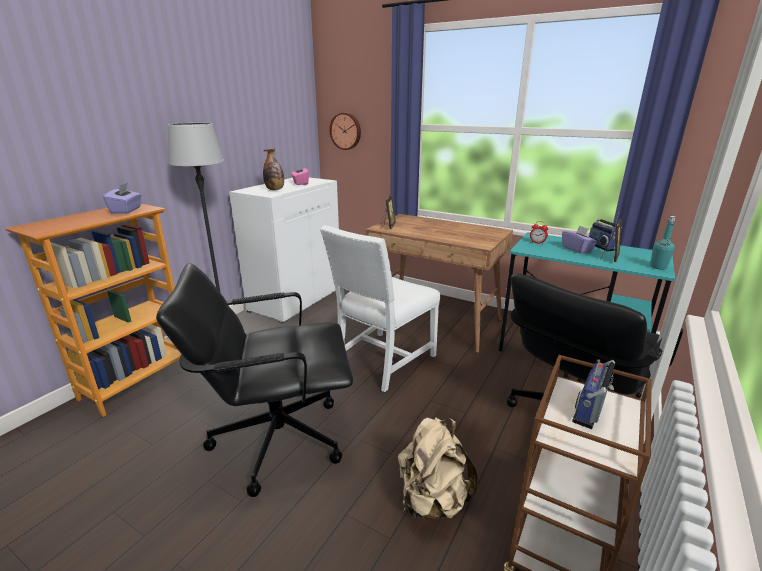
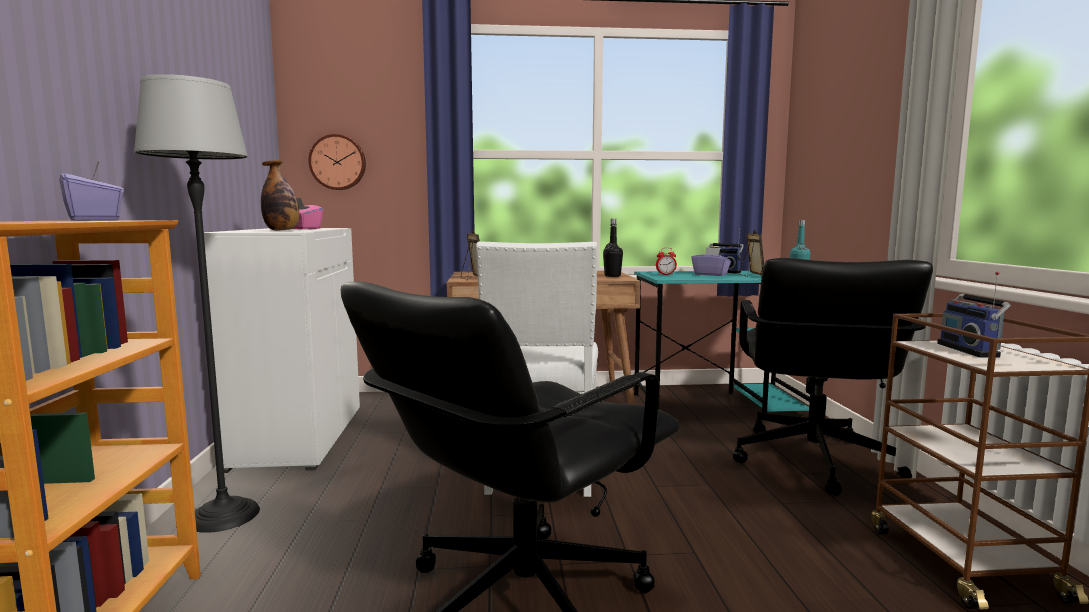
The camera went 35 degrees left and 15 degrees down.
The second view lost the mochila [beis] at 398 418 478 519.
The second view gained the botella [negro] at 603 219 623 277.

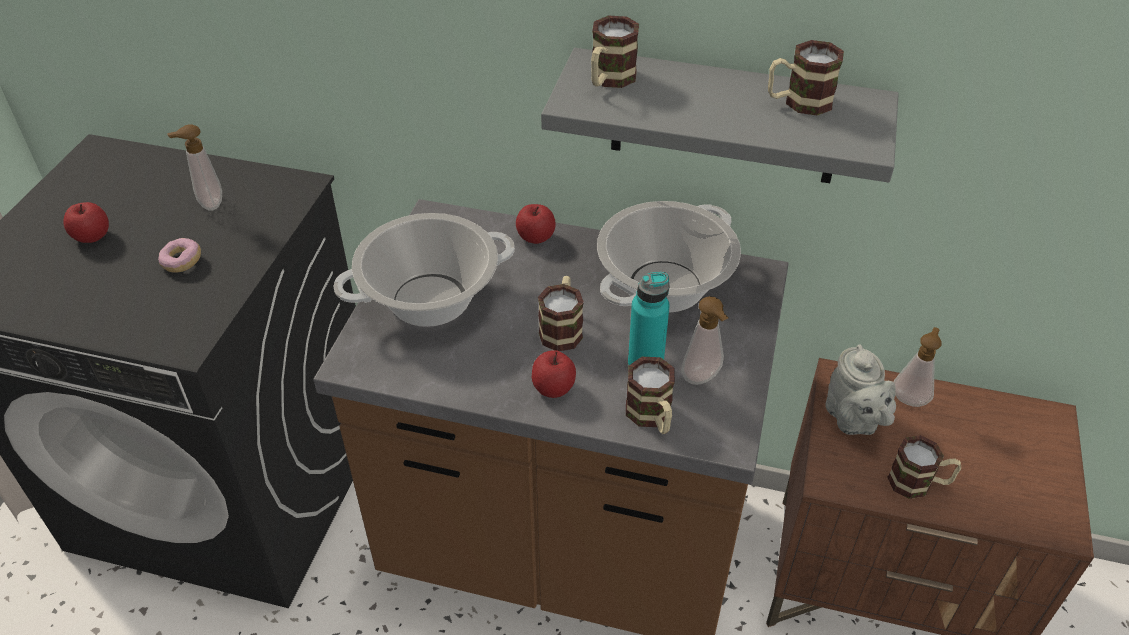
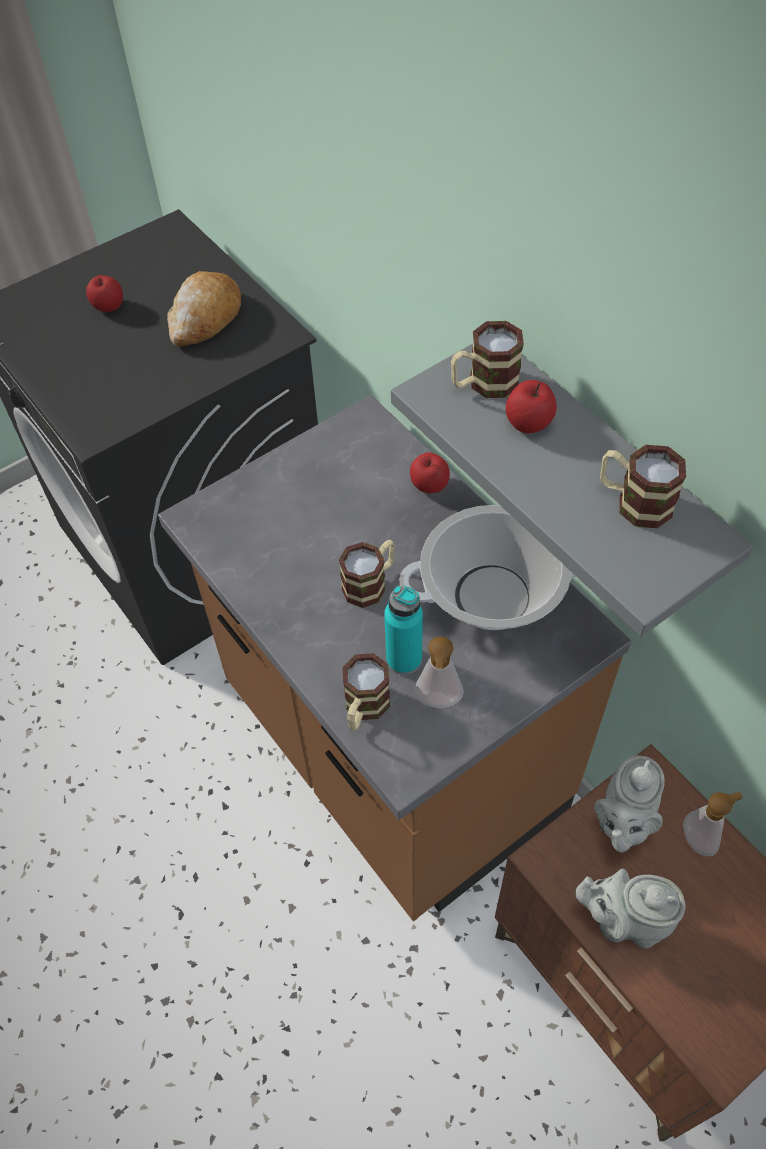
The camera went 40 degrees right and 10 degrees up.
The second view lost the rosquilla at 158 238 201 273.
The second view lost the olla at 333 213 515 327.
The manzana ended up elsewhere, having gone from 532 350 576 398 to 506 380 557 434.
Where the dispensador de jabón stood at 168 125 222 211, the pan came to stand at 167 271 241 347.
Where the taza grande stood at 887 435 961 499, the tetera [gris] came to stand at 575 868 685 948.

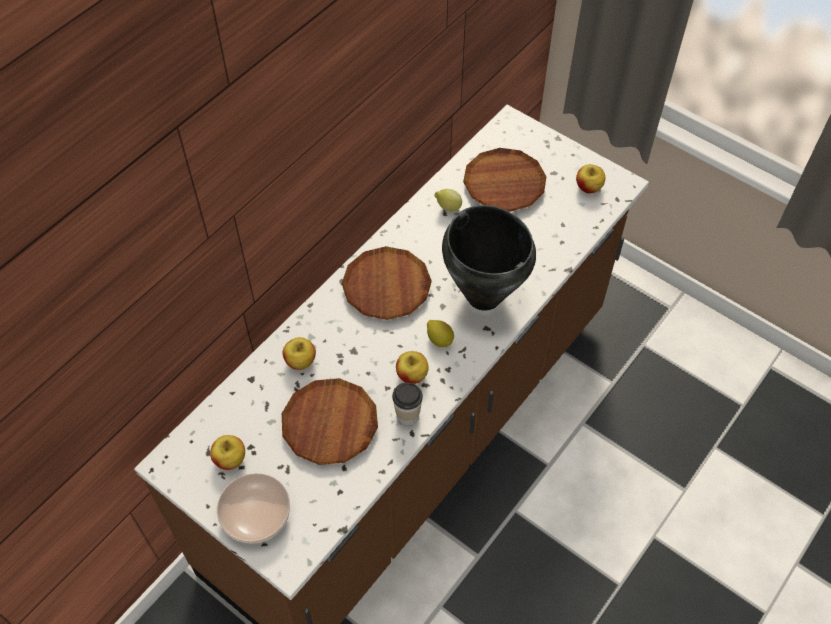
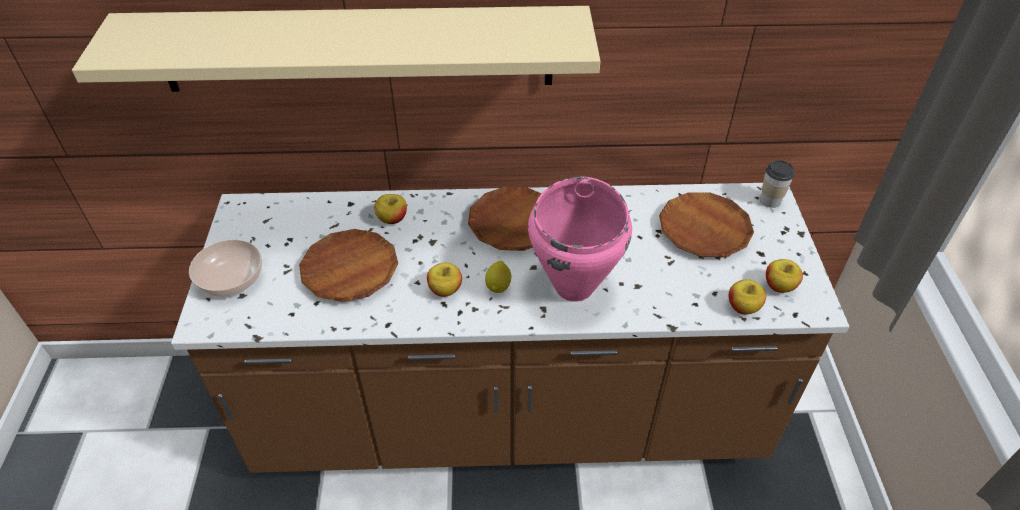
The camera went 50 degrees right and 10 degrees down.
The second view lost the limón at 434 189 462 212.
The second view gained the estante [beis] at 72 6 601 92.
The manzana ended up elsewhere, having gone from 210 435 245 470 to 729 279 766 314.
The taza ended up elsewhere, having gone from 392 382 423 426 to 760 160 795 208.
What was the olla [negro] at 442 205 536 311 turned into the olla [rosa] at 528 177 632 302.

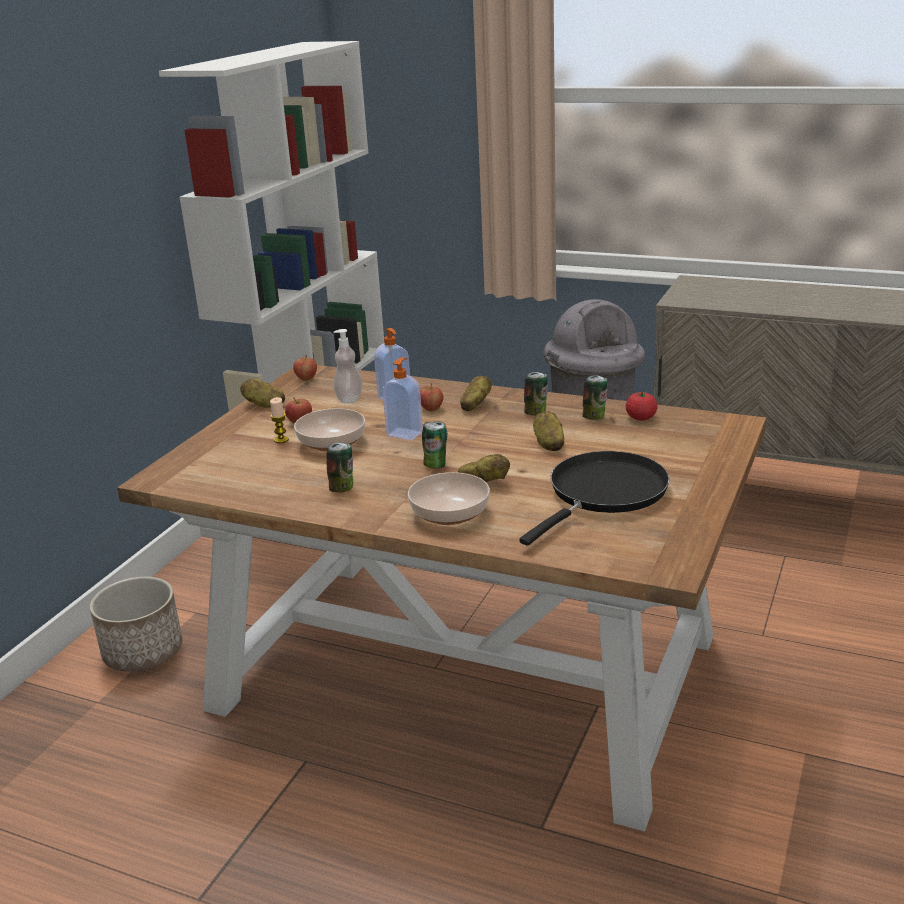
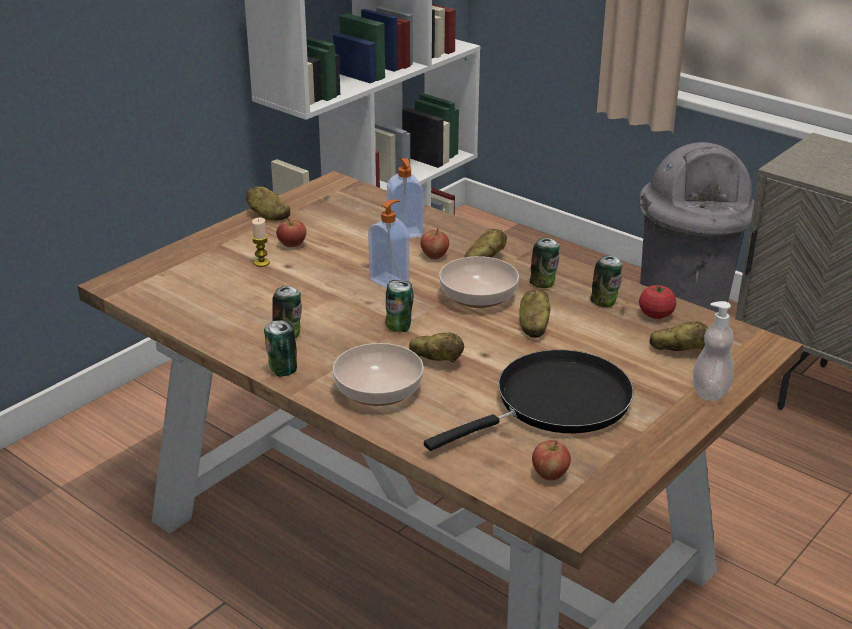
The camera went 15 degrees right and 5 degrees up.
The second view lost the maceta at 90 576 182 672.
The second view gained the lata at 264 320 297 377.
The second view gained the patata at 649 321 708 351.
The manzana ended up elsewhere, having gone from 293 355 317 381 to 532 440 571 481.
The cuenco ended up elsewhere, having gone from 294 408 365 452 to 439 256 519 308.
The dispensador de jabón ended up elsewhere, having gone from 333 329 362 403 to 693 301 734 401.

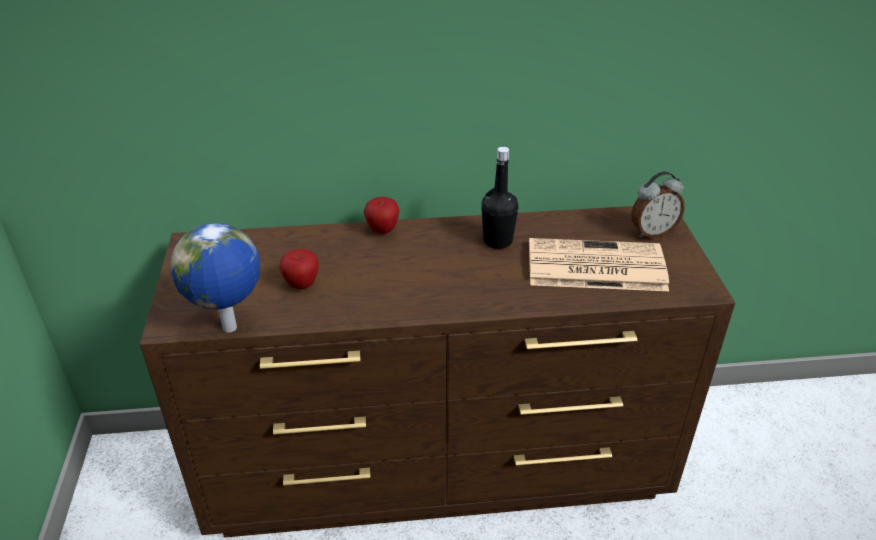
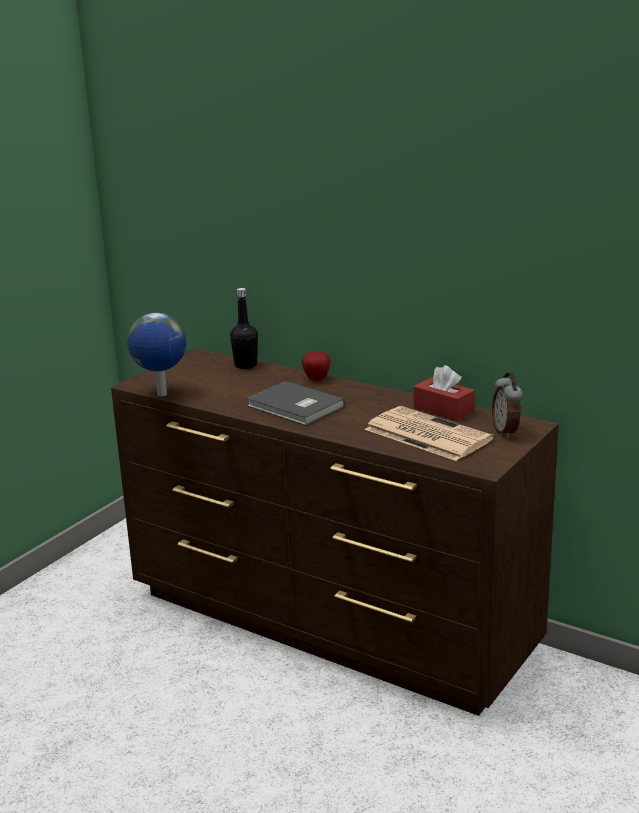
The camera went 40 degrees right and 15 degrees down.
The second view lost the manzana at 279 249 319 289.
The second view gained the libro [gris] at 246 381 345 426.
The second view gained the caja de pañuelos [rojo] at 414 365 475 421.
The botella [negro] ended up elsewhere, having gone from 481 147 519 249 to 230 288 258 369.
The despertador at 631 171 685 238 ended up facing another way, 60 degrees clockwise from before.

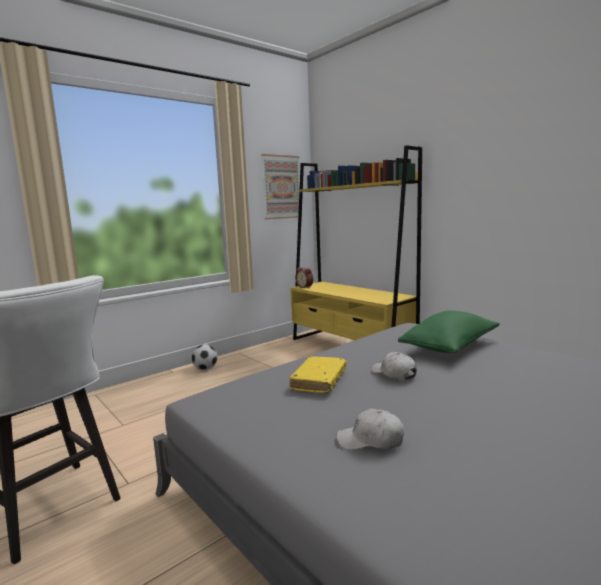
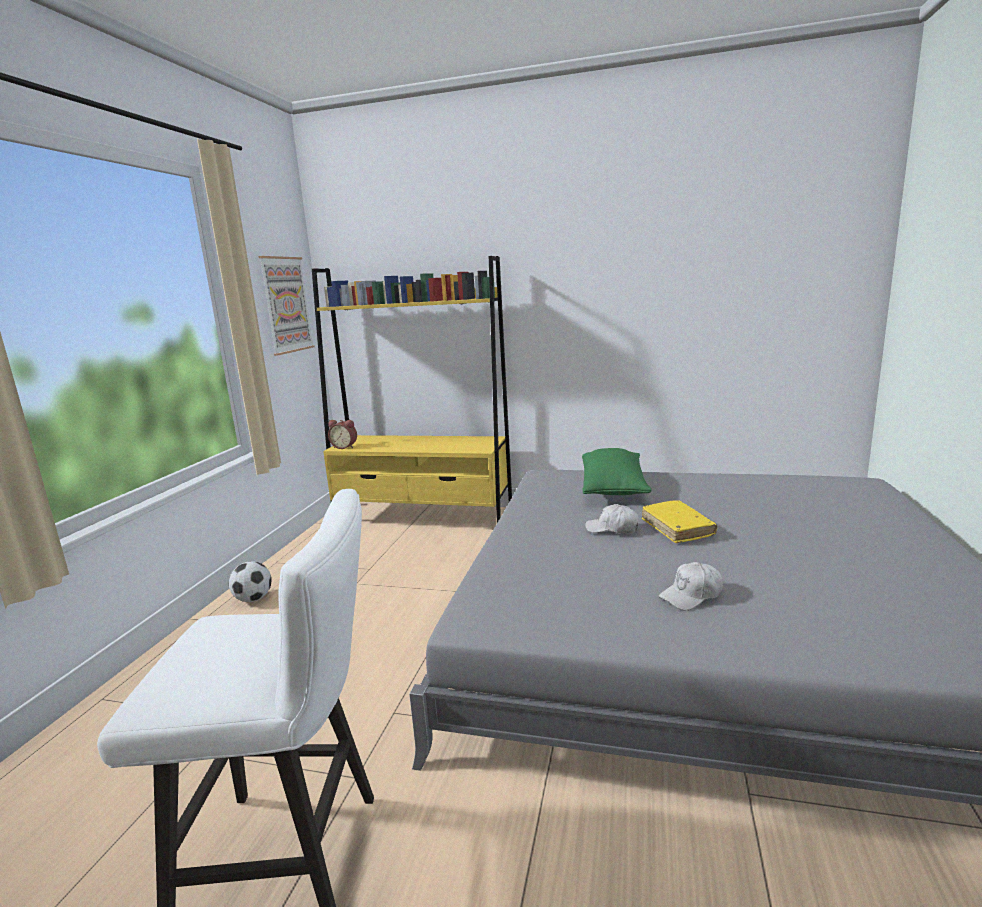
The camera went 35 degrees left and 5 degrees up.
The libro [amarillo] ended up elsewhere, having gone from 289 356 347 393 to 642 500 717 543.

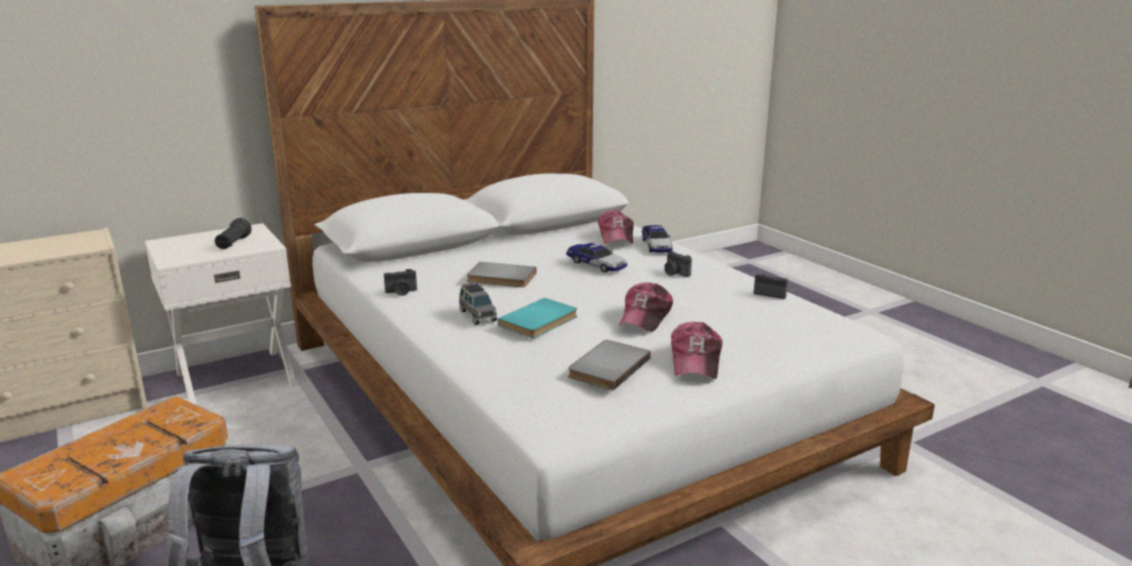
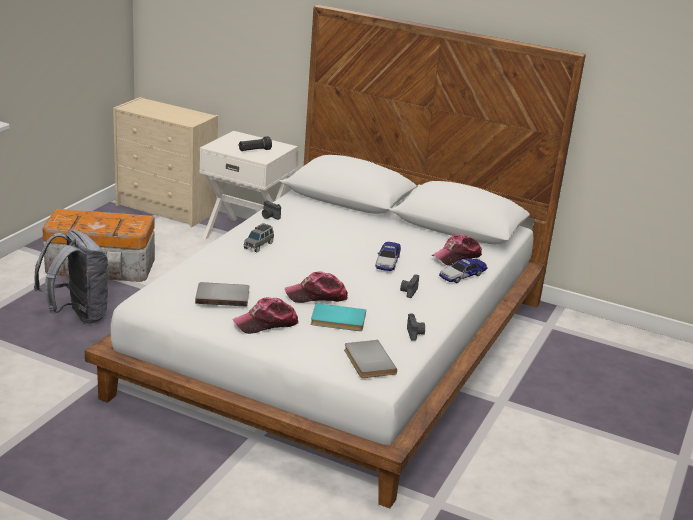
The camera went 55 degrees right and 5 degrees up.
The libro [gris] ended up elsewhere, having gone from 467 262 537 287 to 344 340 397 378.
The libro [turquesa] ended up elsewhere, having gone from 498 298 577 338 to 311 303 366 331.

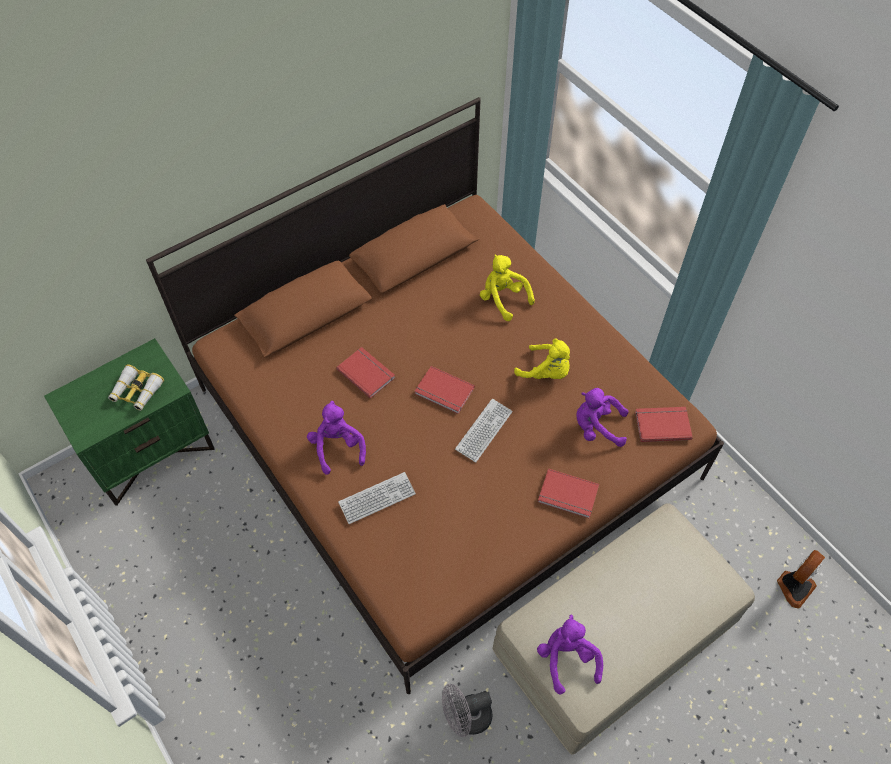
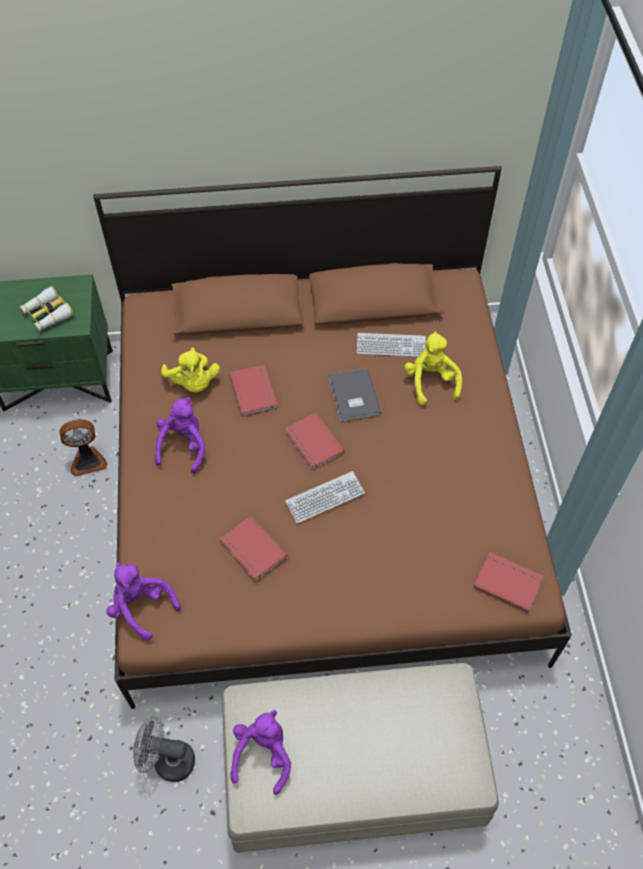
The camera went 30 degrees right and 0 degrees up.
The second view gained the libro [gris] at 329 368 381 422.
The teclado ended up elsewhere, having gone from 338 472 416 524 to 357 333 426 357.
The peluche [amarillo] ended up elsewhere, having gone from 514 338 570 379 to 161 348 220 392.
The libro [rojo] ended up elsewhere, having gone from 538 469 599 518 to 220 516 287 581.
The peluche [morado] ended up elsewhere, having gone from 576 388 629 447 to 106 562 181 641.
The ventilador ended up elsewhere, having gone from 777 550 825 609 to 60 419 108 477.

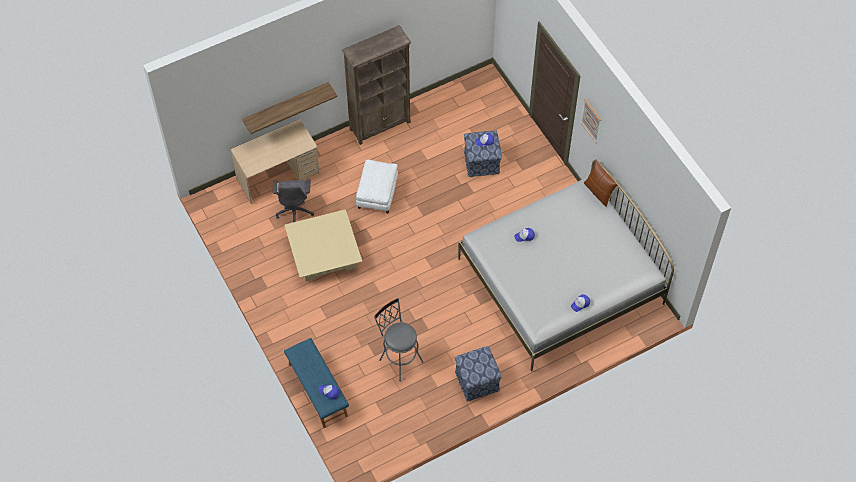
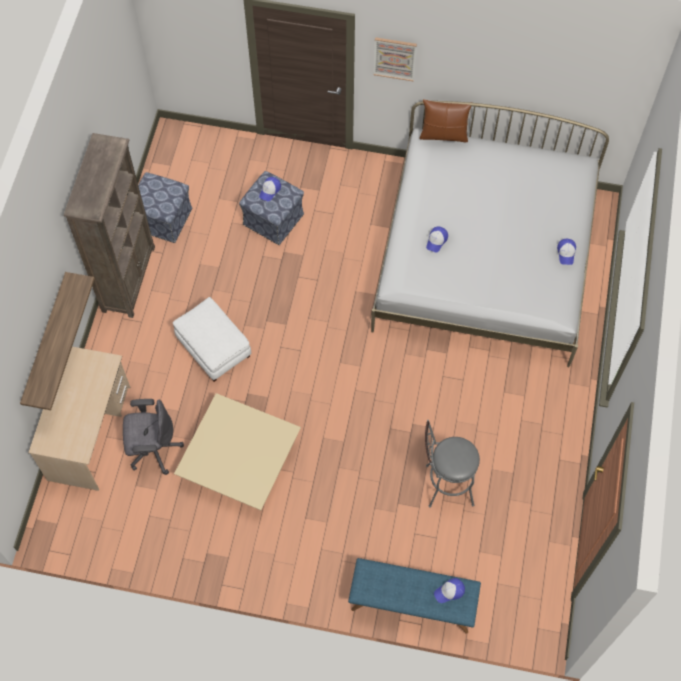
The camera went 50 degrees left and 5 degrees up.
The puf ended up elsewhere, having gone from 455 346 502 402 to 138 172 193 243.
The silla de oficina [gris] at 273 179 314 222 ended up facing another way, 45 degrees counterclockwise from before.

